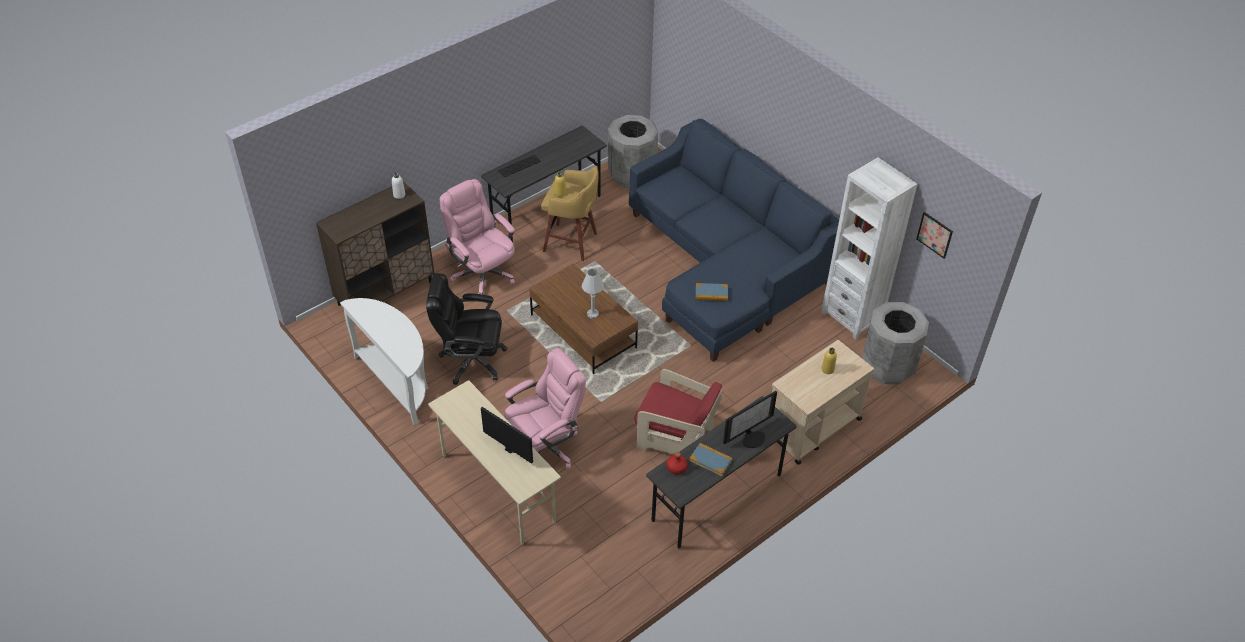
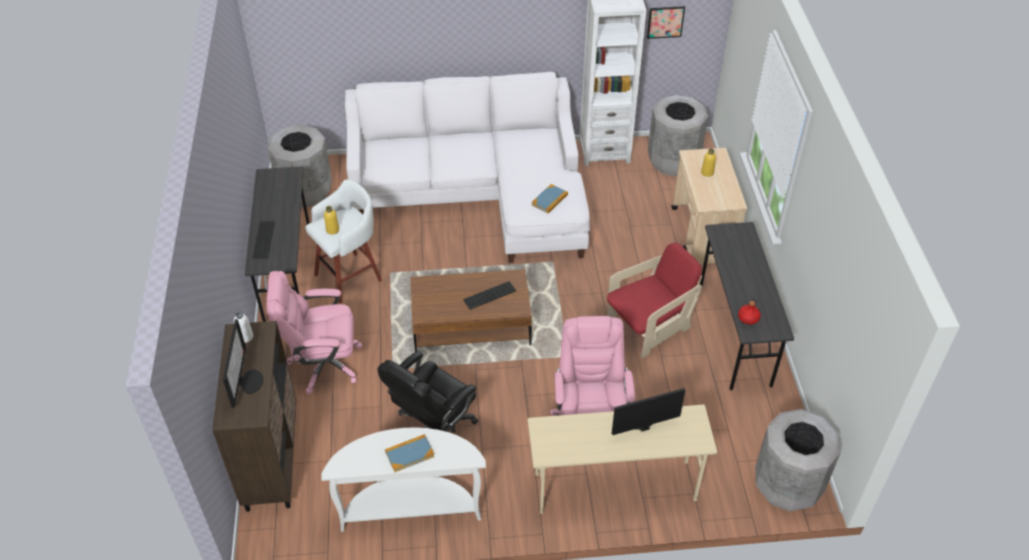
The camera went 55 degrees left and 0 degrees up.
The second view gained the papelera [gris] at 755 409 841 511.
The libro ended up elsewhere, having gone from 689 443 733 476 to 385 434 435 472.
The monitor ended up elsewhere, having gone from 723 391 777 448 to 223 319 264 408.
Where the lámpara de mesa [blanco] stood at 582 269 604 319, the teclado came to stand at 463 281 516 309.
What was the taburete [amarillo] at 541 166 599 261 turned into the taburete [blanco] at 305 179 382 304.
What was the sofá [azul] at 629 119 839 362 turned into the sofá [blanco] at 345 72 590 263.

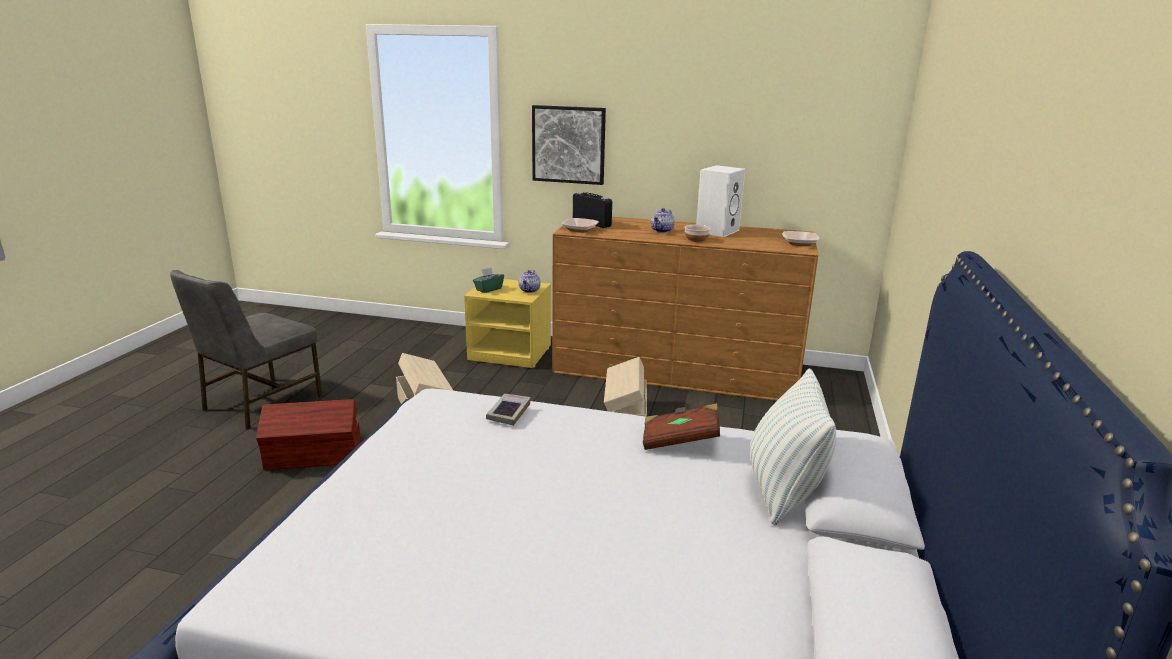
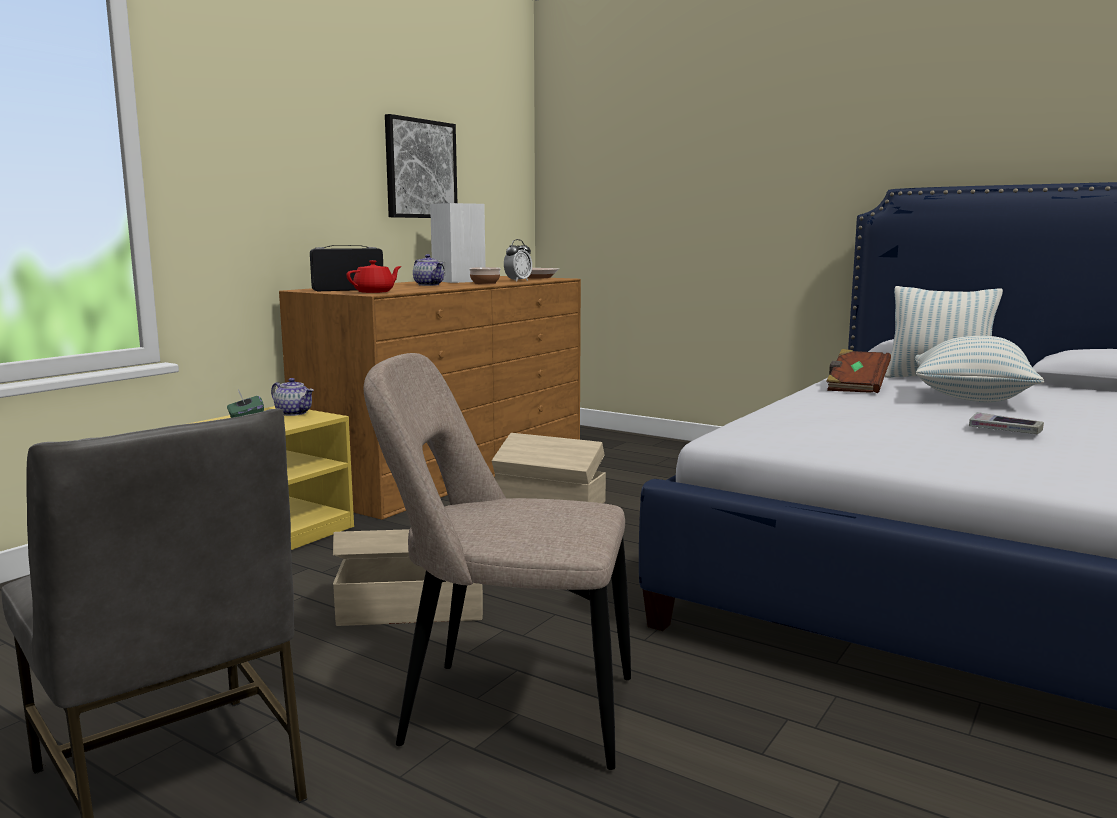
The camera went 70 degrees left and 10 degrees down.
The second view gained the despertador at 504 239 532 282.
The second view gained the cojín at 915 336 1044 403.
The libro ended up elsewhere, having gone from 486 394 531 426 to 969 412 1044 434.
The cuadro ended up elsewhere, having gone from 532 105 606 185 to 385 114 457 218.
Where the caja de almacenaje [marrón] stood at 256 399 361 470, the silla [beis] came to stand at 364 353 631 770.
Where the cuenco stood at 562 218 599 233, the tetera [rojo] came to stand at 347 260 402 293.

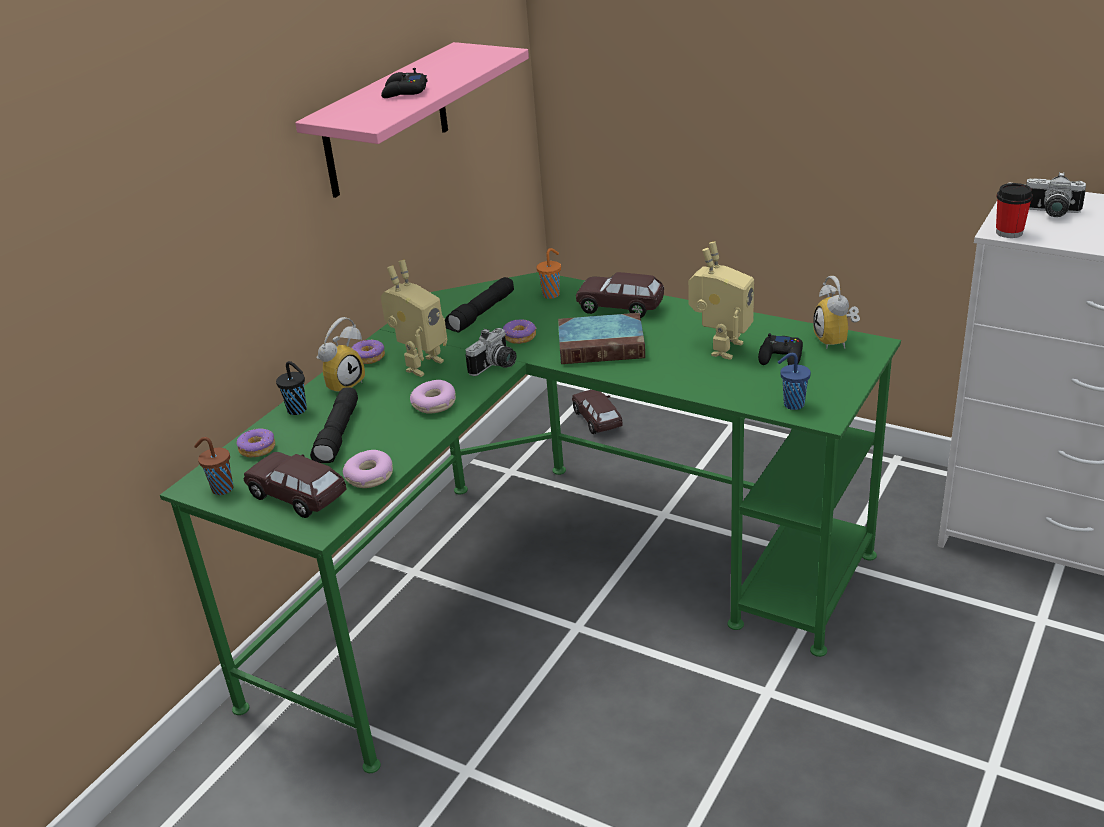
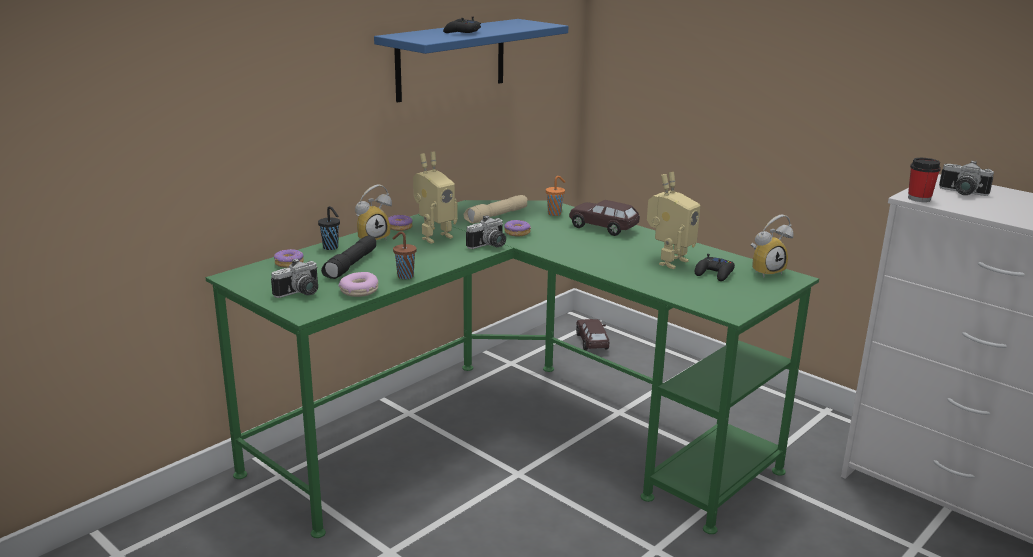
The camera went 10 degrees right and 10 degrees down.
The second view lost the rosquilla at 410 380 456 414.
The second view lost the libro at 558 313 645 364.
The second view lost the taza [azul] at 778 353 811 410.
The taza [marrón] ended up elsewhere, having gone from 194 437 233 495 to 393 231 417 279.
Where the coche de juguete [marrón] stood at 243 452 347 518, the cámara came to stand at 271 258 318 298.
What was the estante [rosa] at 295 42 529 198 turned into the estante [azul] at 374 19 568 102.
What was the linterna [negro] at 445 277 514 333 turned into the linterna [beis] at 464 195 527 224.
The despertador at 813 276 860 349 ended up facing another way, 120 degrees counterclockwise from before.

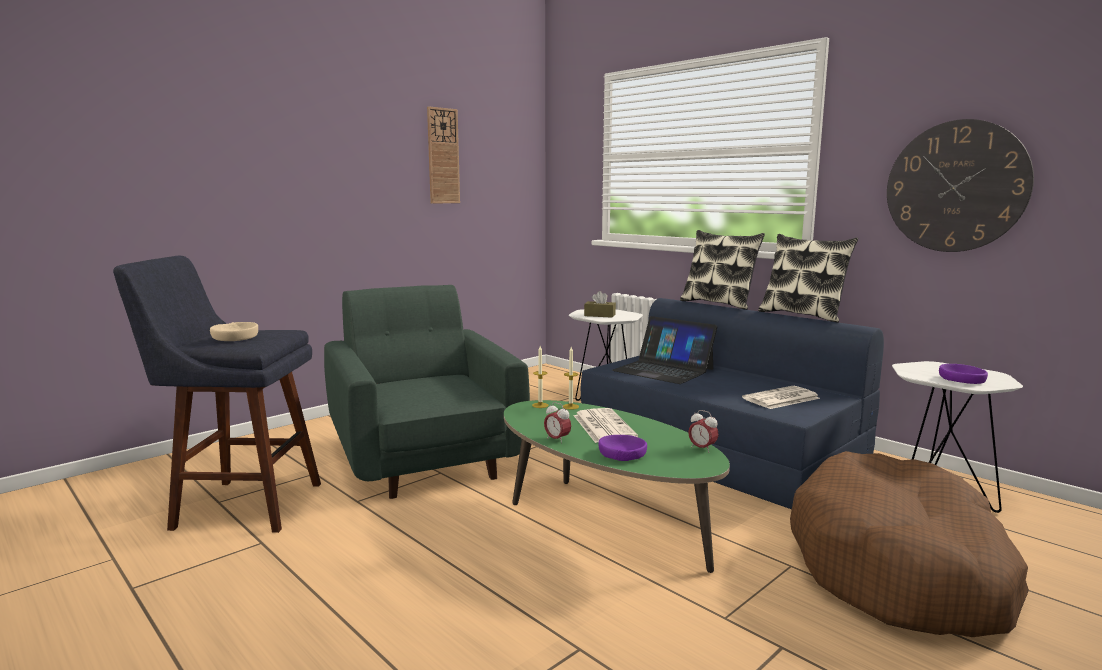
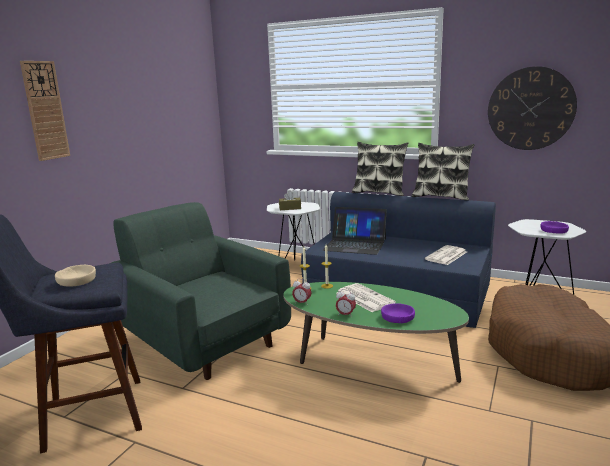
The camera went 20 degrees left and 5 degrees up.
The reloj de pared ended up elsewhere, having gone from 427 106 460 204 to 20 61 70 161.
The despertador ended up elsewhere, having gone from 688 410 719 453 to 292 279 311 304.

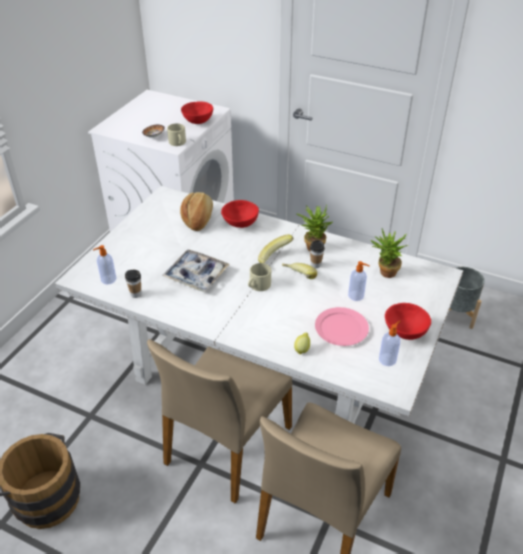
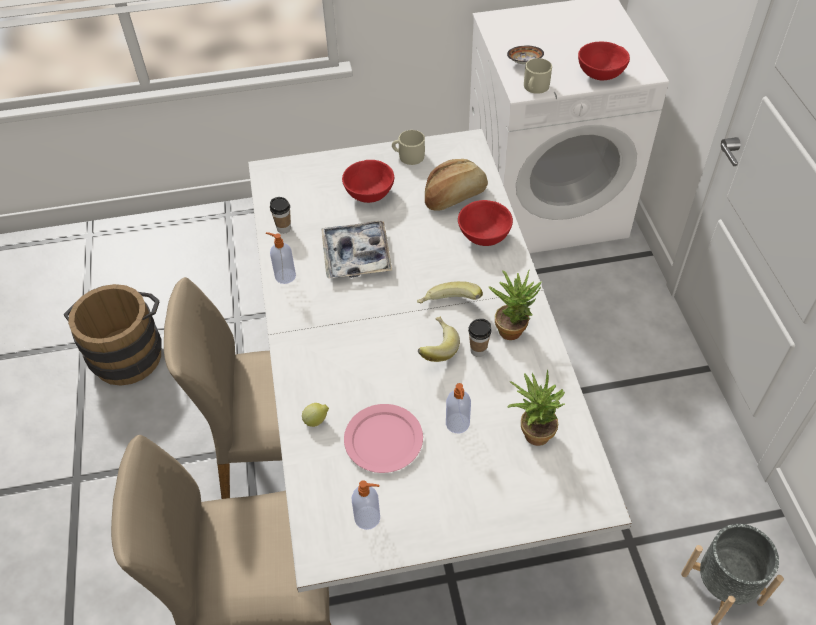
The camera went 55 degrees right and 10 degrees up.
The dispensador de jabón ended up elsewhere, having gone from 93 245 116 284 to 266 232 296 284.
The taza grande [beis] ended up elsewhere, having gone from 248 263 271 291 to 392 130 425 165.
The cuenco [rojo] ended up elsewhere, having gone from 385 303 431 340 to 342 160 394 203.

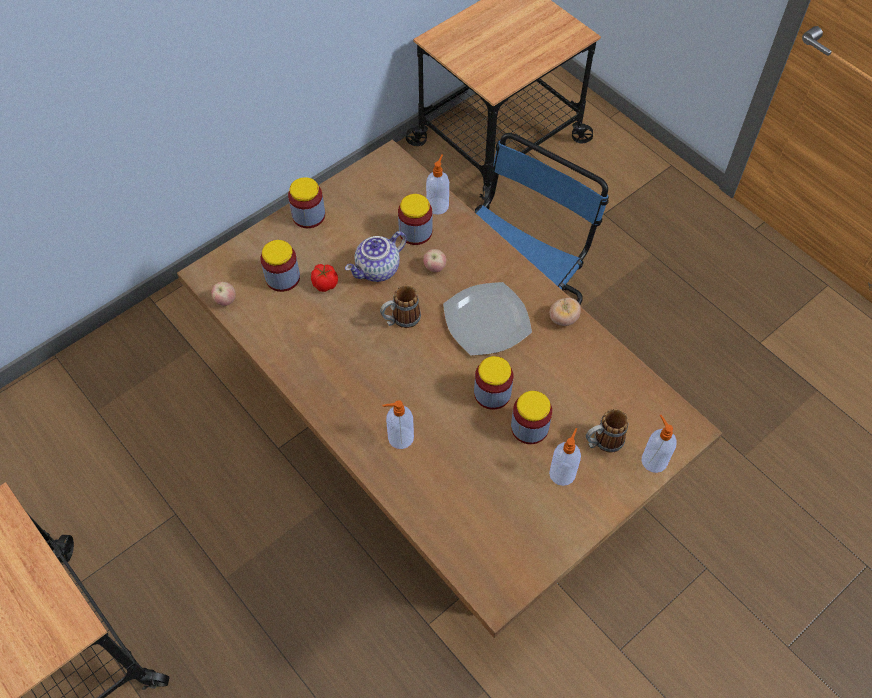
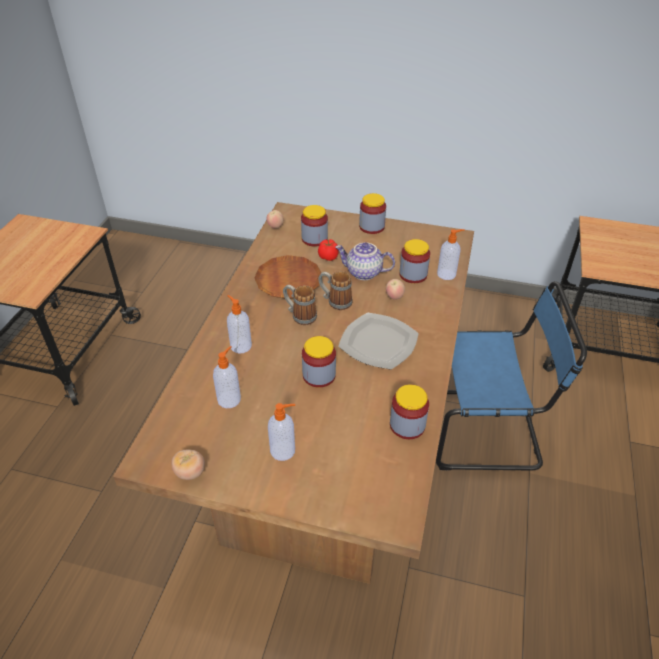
The camera went 55 degrees right and 15 degrees down.
The second view gained the plato [marrón] at 254 255 321 299.
The tarro ended up elsewhere, having gone from 511 391 552 444 to 390 384 429 439.
The tomate ended up elsewhere, having gone from 550 297 581 326 to 171 449 205 480.
The taza grande ended up elsewhere, having gone from 586 409 628 453 to 283 284 317 325.
The dispensador de jabón ended up elsewhere, having gone from 642 415 676 473 to 213 346 241 408.

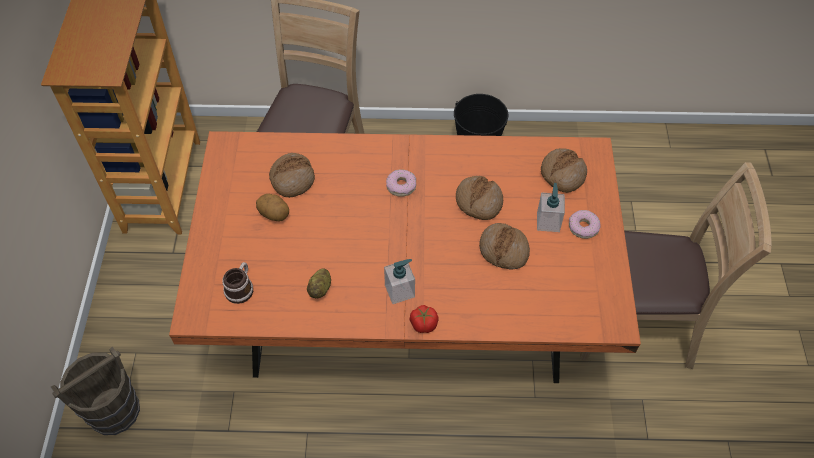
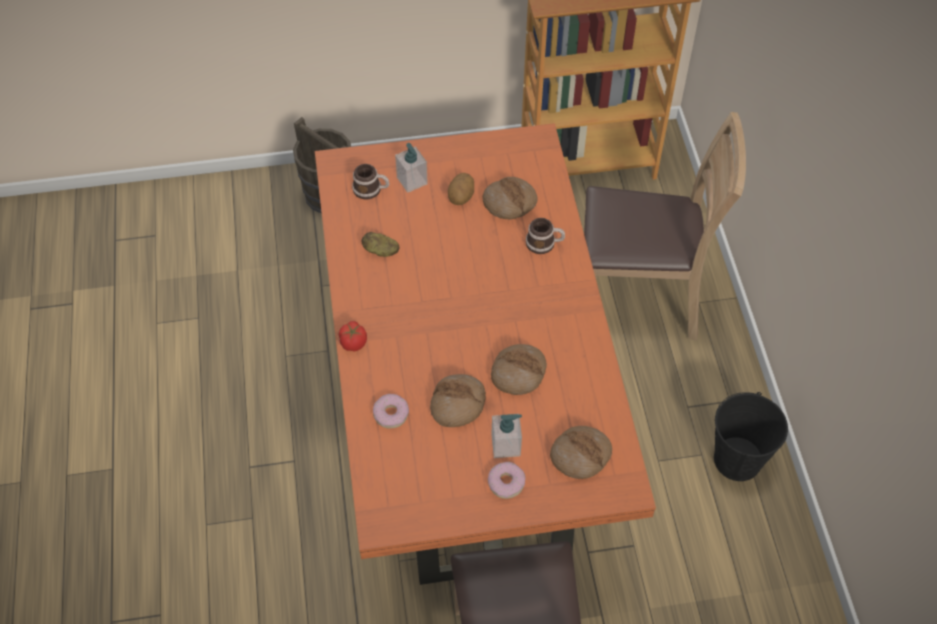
The camera went 80 degrees right and 0 degrees up.
The second view gained the taza grande at 526 218 565 254.
The dispensador de jabón ended up elsewhere, having gone from 384 259 415 304 to 395 143 428 193.
The rosquilla ended up elsewhere, having gone from 386 169 416 197 to 373 394 409 428.

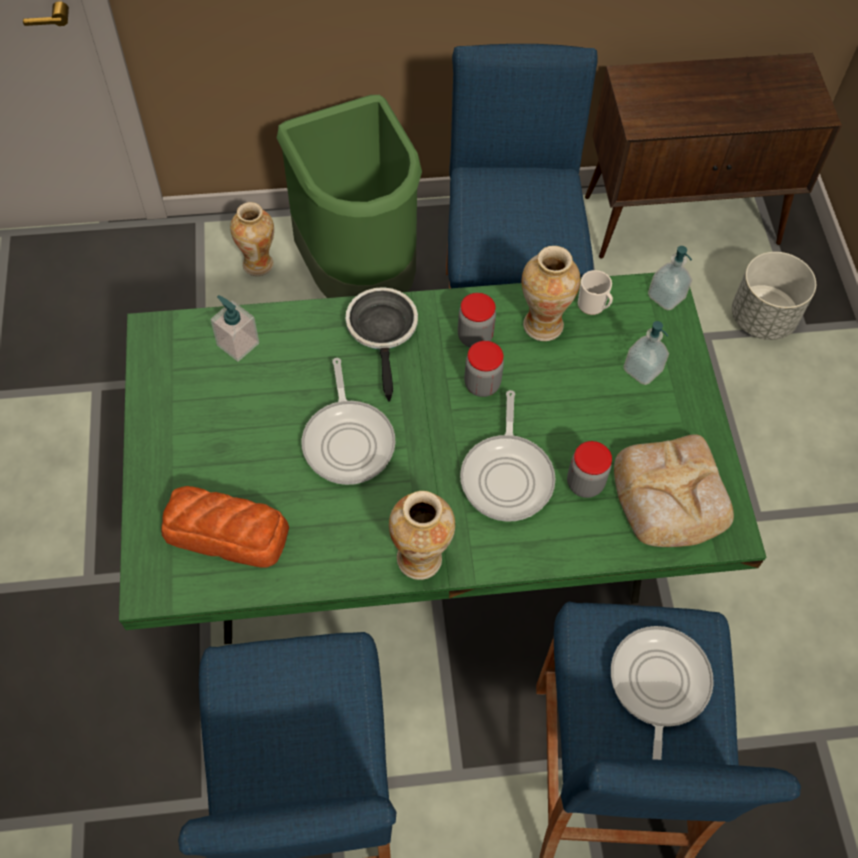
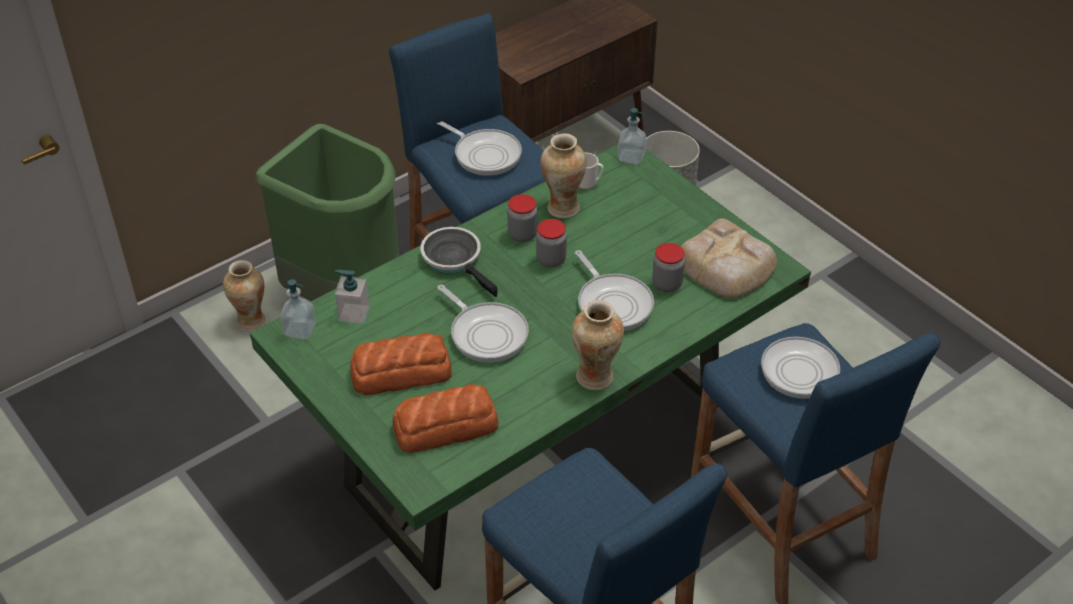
The camera went 30 degrees left and 15 degrees down.
The second view gained the pan at 350 333 452 395.
The second view gained the sartén at 437 121 522 176.
The dispensador de jabón ended up elsewhere, having gone from 624 321 669 385 to 280 279 316 339.

